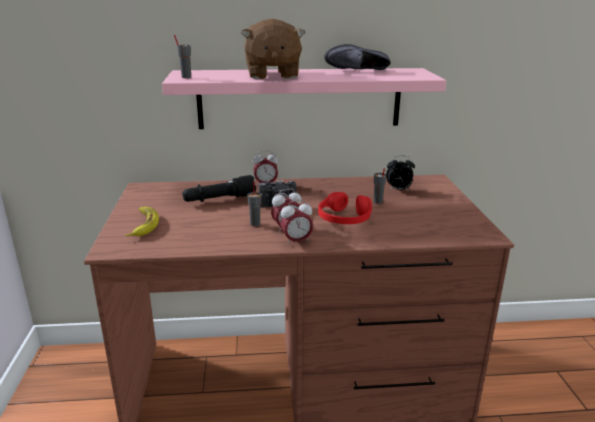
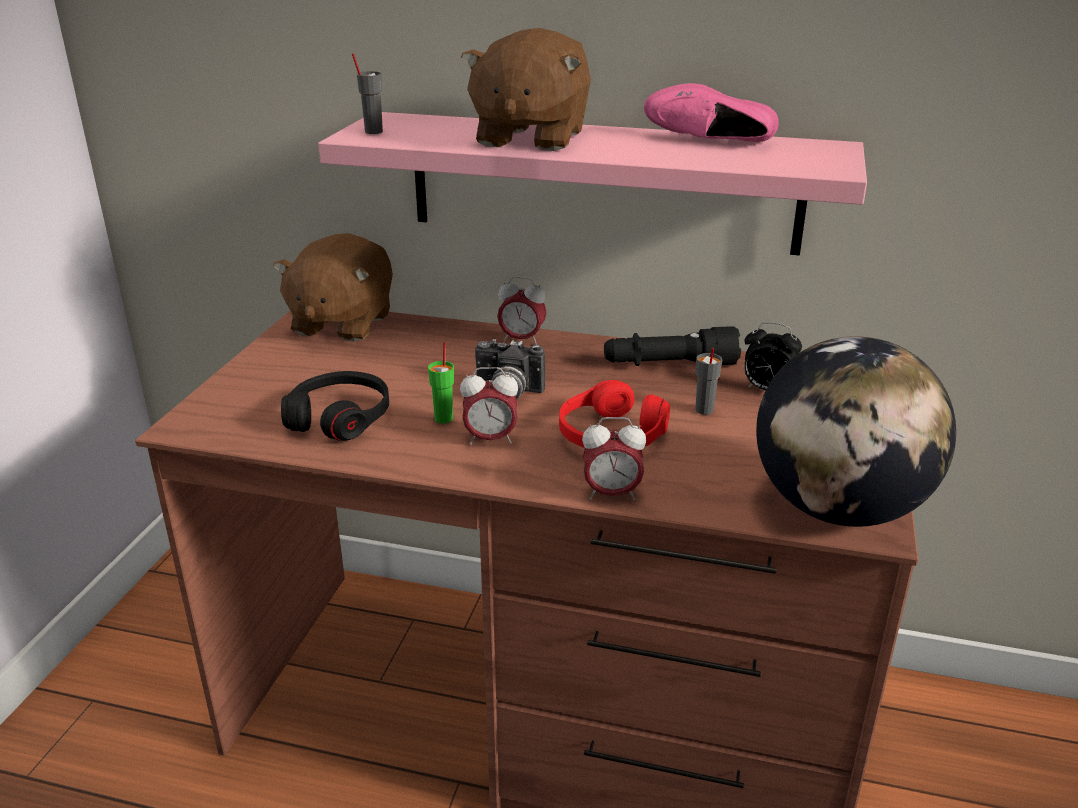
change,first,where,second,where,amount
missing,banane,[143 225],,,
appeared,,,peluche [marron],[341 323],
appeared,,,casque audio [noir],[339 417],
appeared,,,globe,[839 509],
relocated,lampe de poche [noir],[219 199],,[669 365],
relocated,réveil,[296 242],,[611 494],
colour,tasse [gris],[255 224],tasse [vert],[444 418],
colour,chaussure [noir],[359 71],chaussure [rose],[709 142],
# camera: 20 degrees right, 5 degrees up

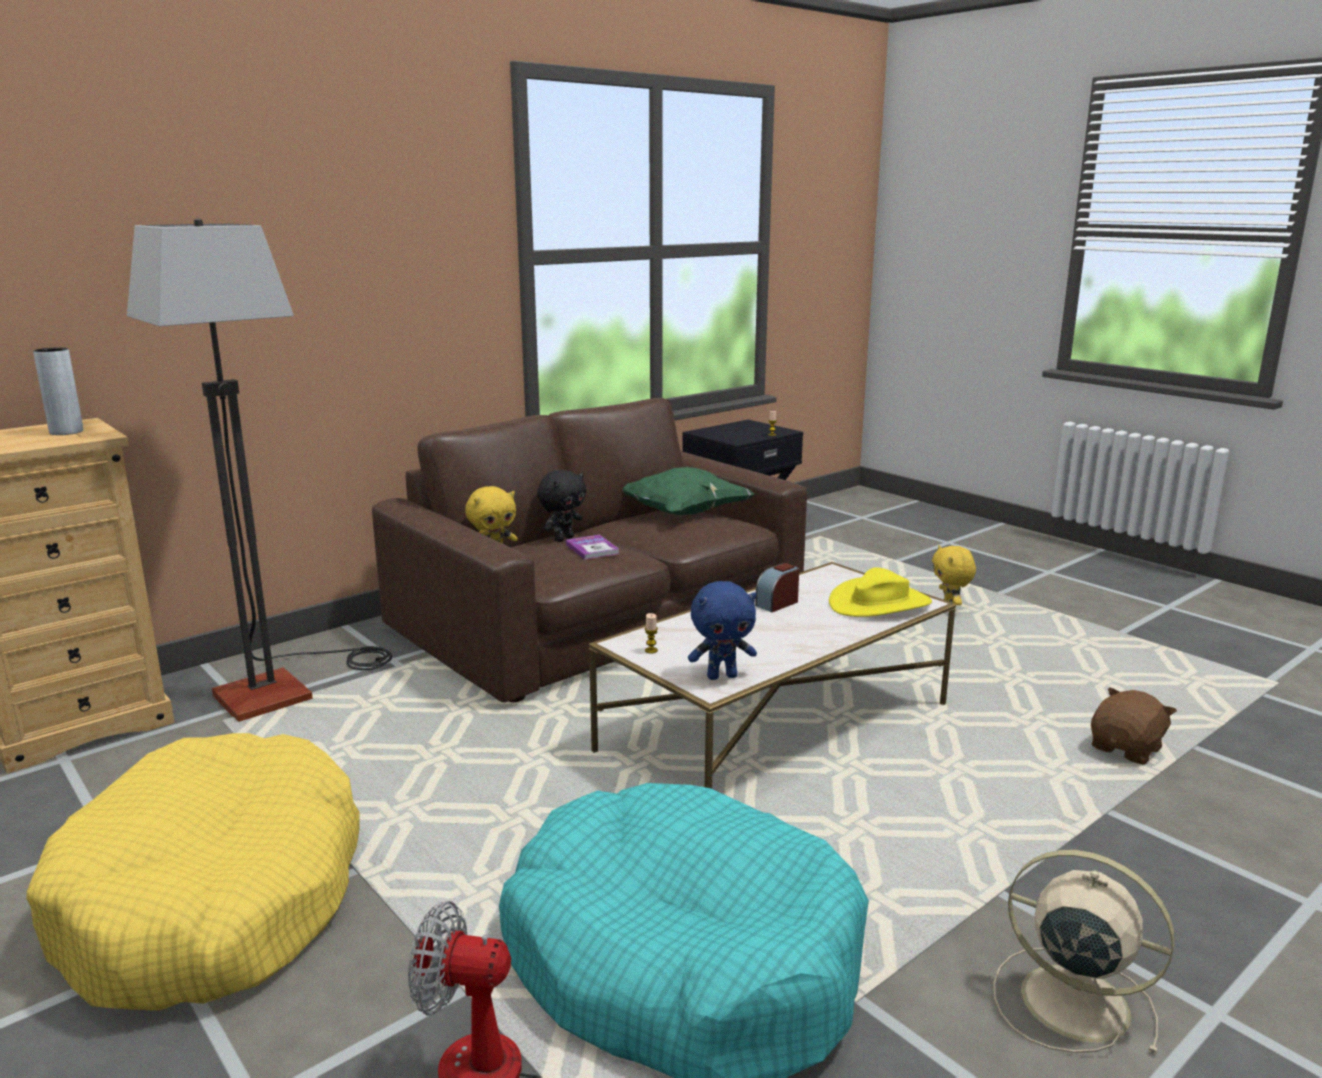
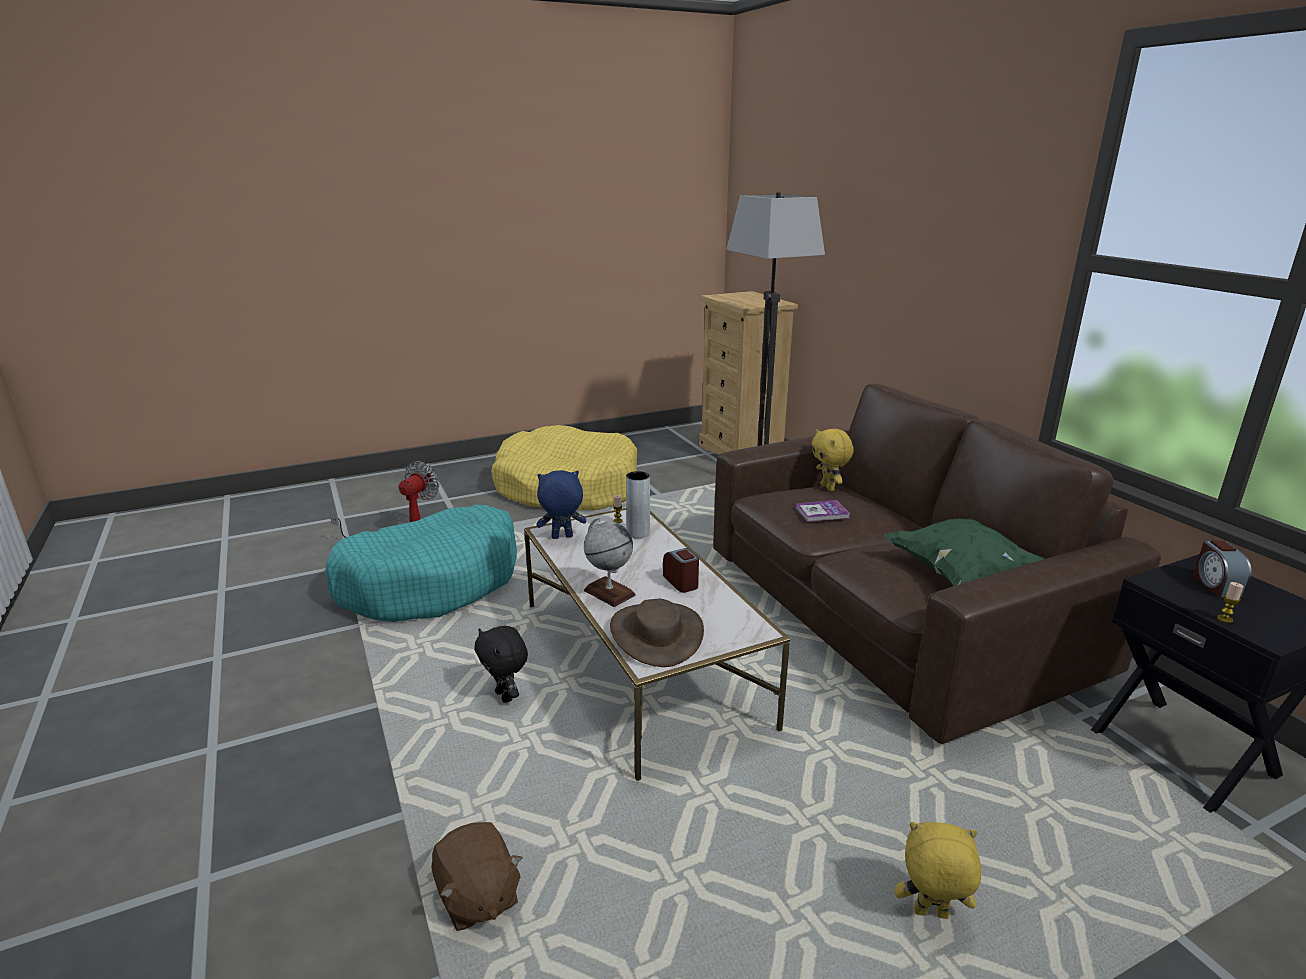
change,first,where,second,where,amount
missing,ventilateur [beige],[1069 1000],,,
appeared,,,globe,[609 592],
appeared,,,réveil,[1216 585],
relocated,vase [gris],[66 432],,[638 533],
relocated,peluche [noir],[563 539],,[505 696],
colour,chapeau [jaune],[879 603],chapeau [marron],[656 634],
spun,peluche [bleu],[722 676],,[562 537],75 degrees clockwise
# camera: 105 degrees right, 5 degrees up

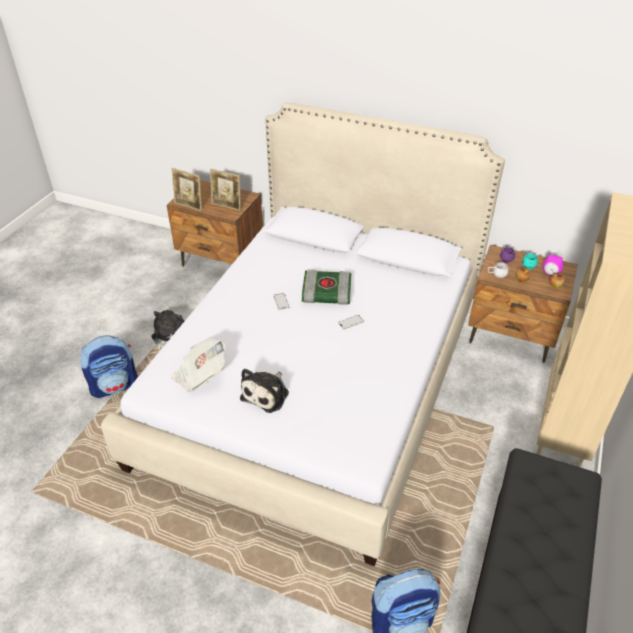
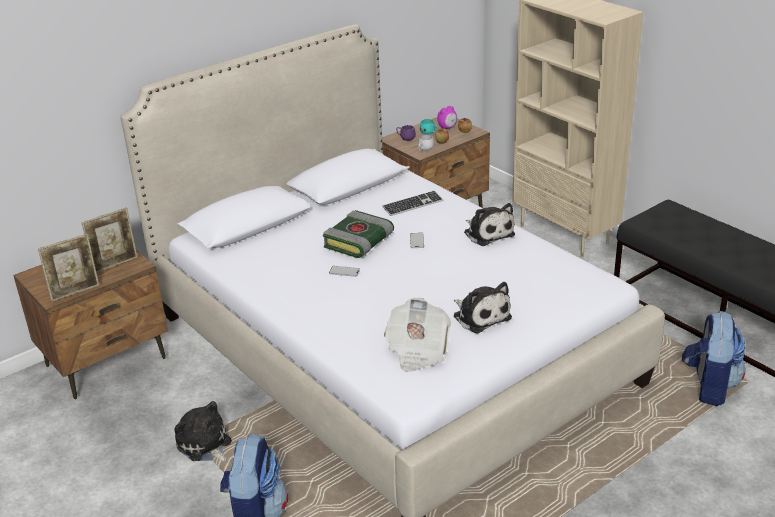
change,first,where,second,where,amount
appeared,,,clavier,[413 205],
appeared,,,peluche,[488 233],
# camera: 60 degrees left, 10 degrees down

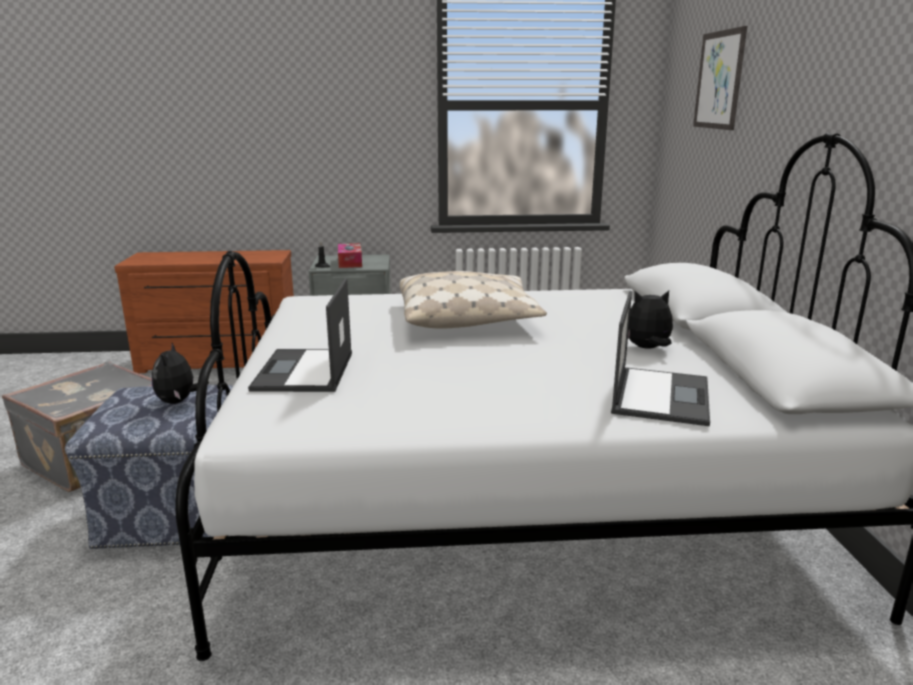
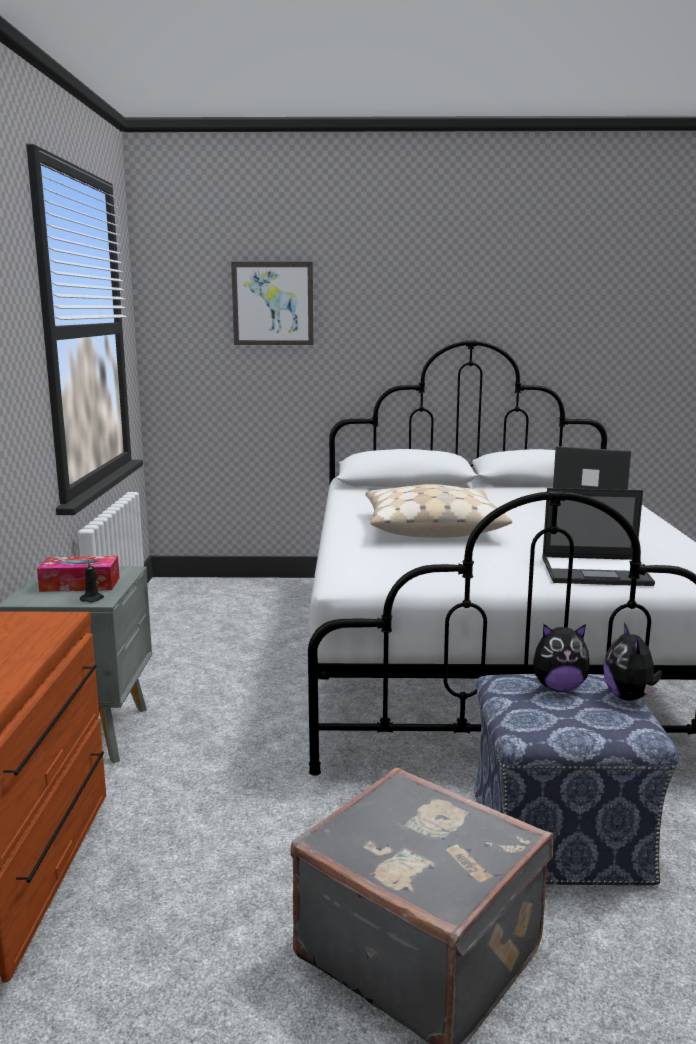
change,first,where,second,where,amount
relocated,peluche,[647 348],,[629 697],
# camera: 85 degrees left, 5 degrees down

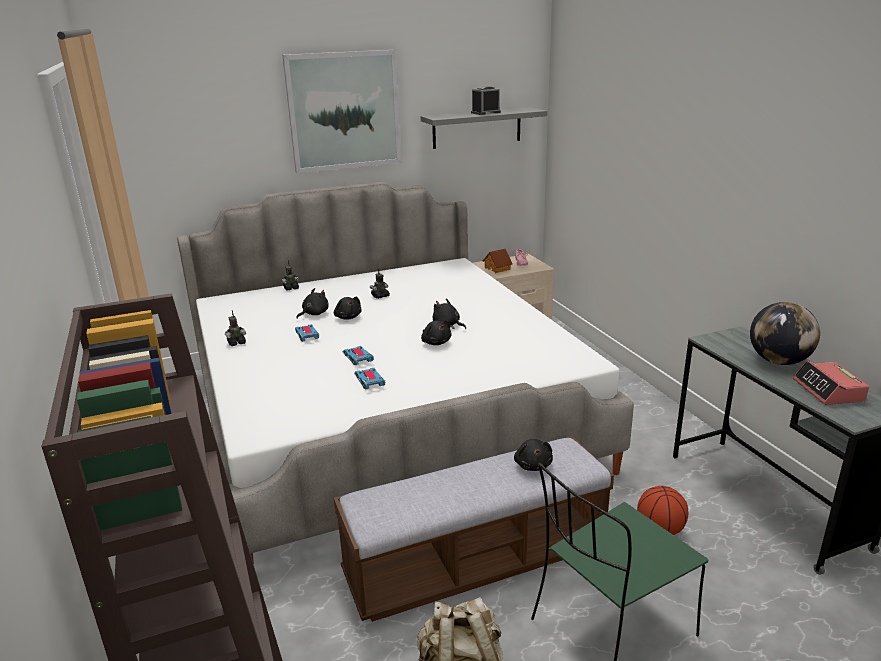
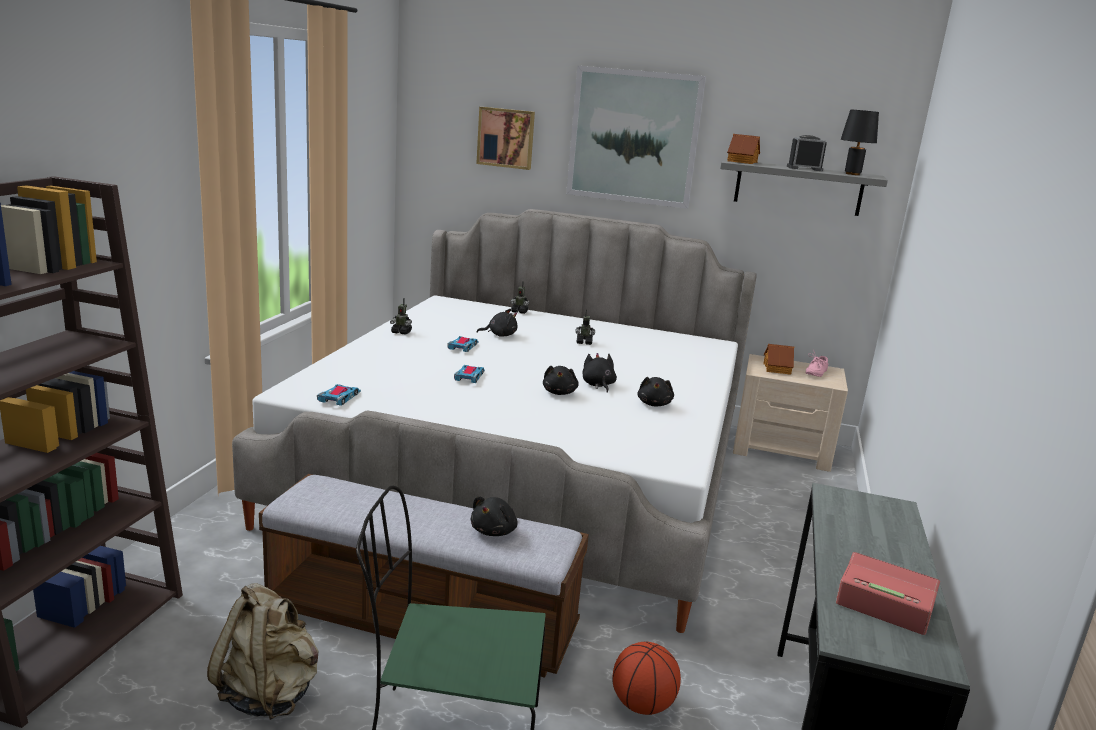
change,first,where,second,where,amount
missing,globe,[779 361],,,
appeared,,,tableau,[506 138],
appeared,,,maison miniature,[742 161],
appeared,,,lampe de table [noir],[852 174],
relocated,peluche [noir],[348 317],,[654 404],
relocated,petite voiture,[369 381],,[339 398],
spun,réveil,[828 391],,[884 603],90 degrees clockwise
# camera: 35 degrees right, 5 degrees down

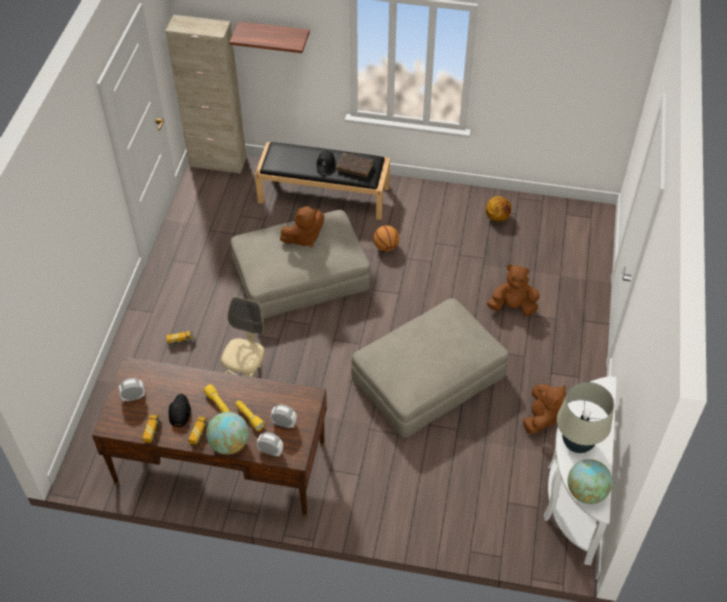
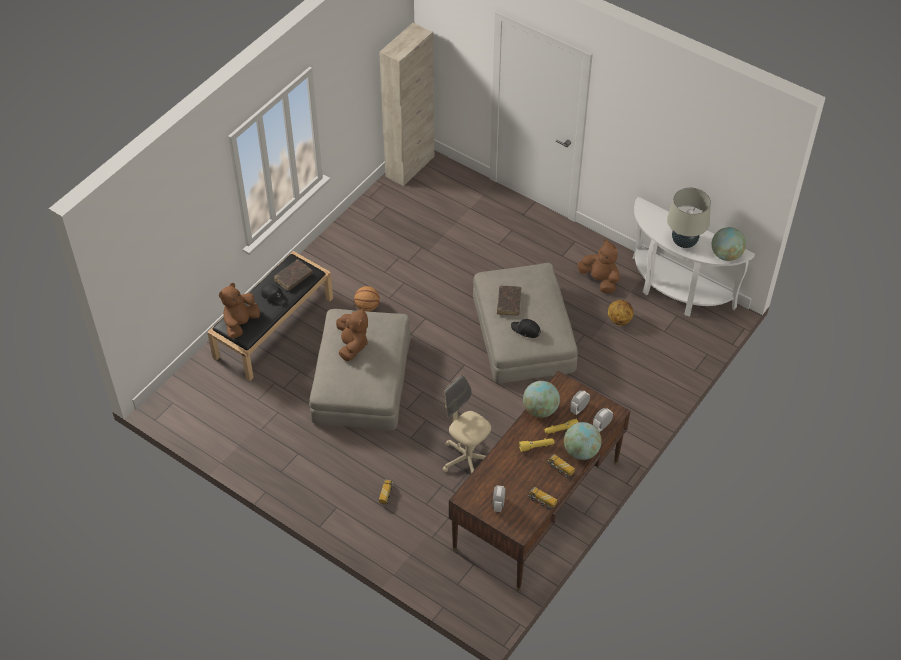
change,first,where,second,where,amount
missing,étagère,[274 36],,,
appeared,,,livre [marron],[508 303],
appeared,,,globe,[540 409],
relocated,meuble de rangement [beige],[218 162],,[410 166],
relocated,casquette [noir],[179 412],,[526 330],
relocated,ballon de basket,[497 217],,[619 320],
relocated,peluche [marron],[512 306],,[240 323],
# camera: 65 degrees left, 0 degrees up

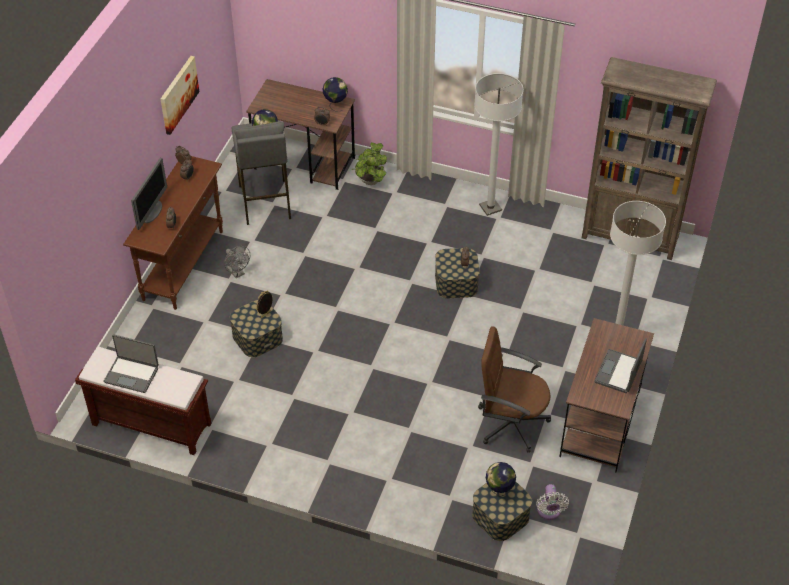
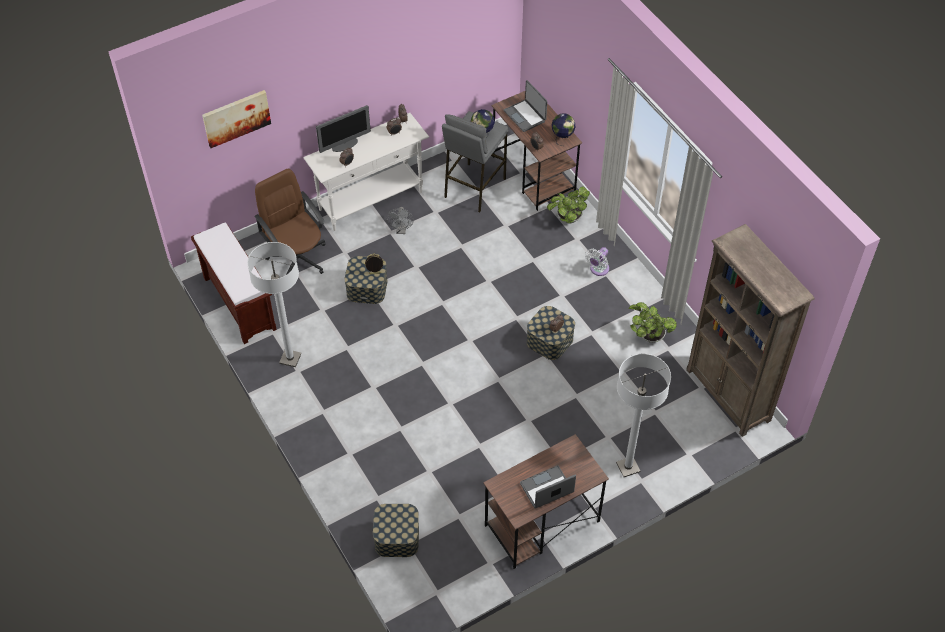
change,first,where,second,where,amount
missing,globe,[499 490],,,
appeared,,,plante en pot,[649 336],
relocated,ordinateur portable,[132 374],,[525 116],
relocated,tableau,[178 94],,[236 118],
relocated,lampadaire [blanc],[490 208],,[290 358],
relocated,chaise de bureau [marron],[510 423],,[297 258],
relocated,ventilateur [blanc],[549 512],,[598 270],
colour,table console [marron],[184 265],table console [blanc],[371 201],
# camera: 40 degrees right, 5 degrees up

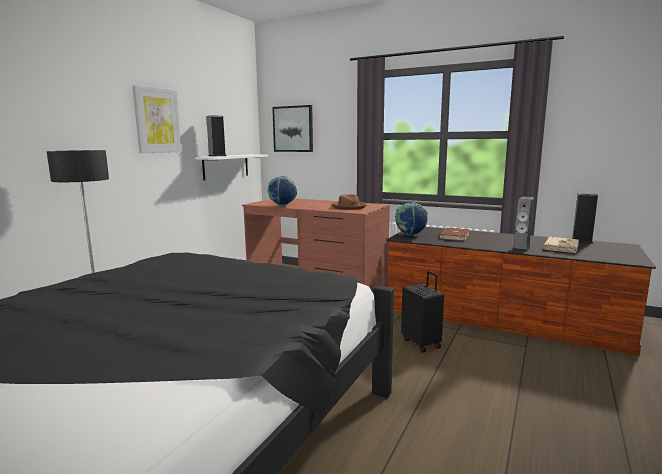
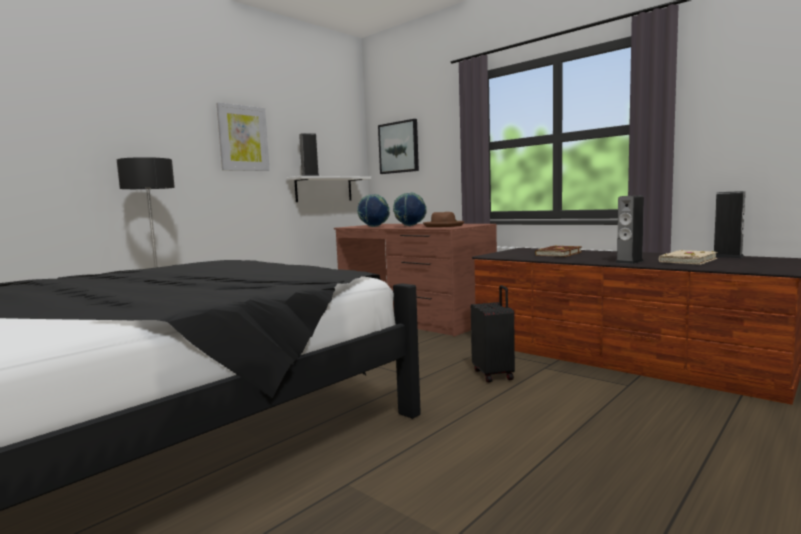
change,first,where,second,where,amount
relocated,globe,[410 235],,[410 226],
# camera: 15 degrees right, 5 degrees down

